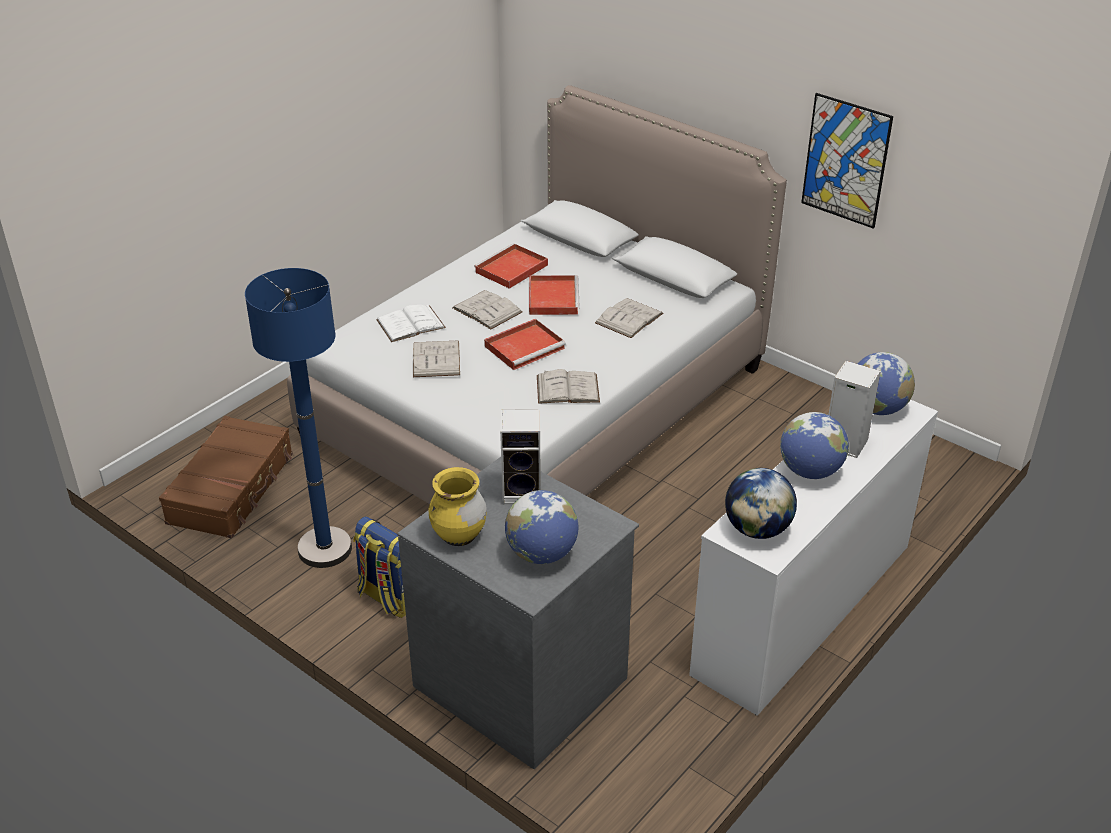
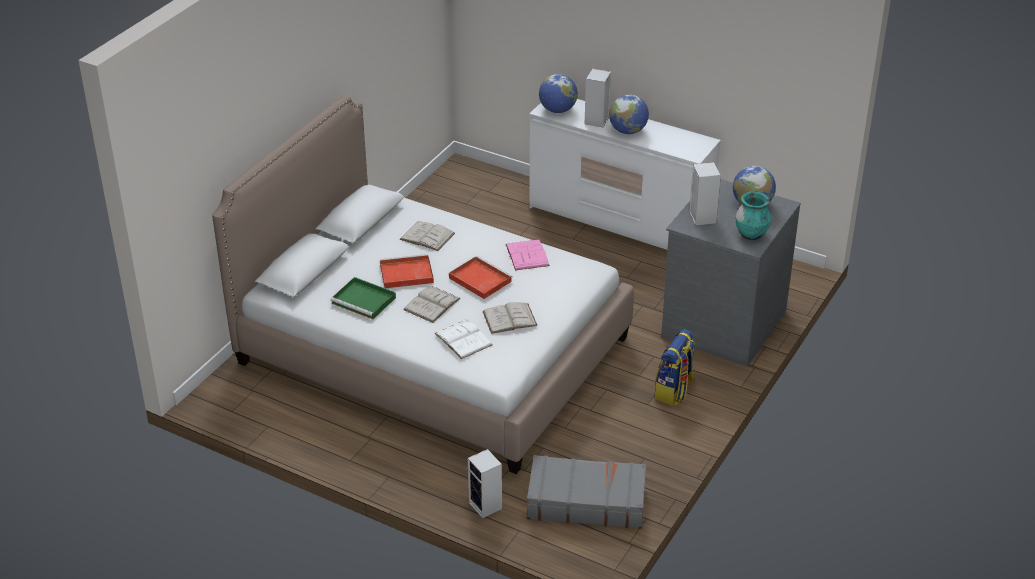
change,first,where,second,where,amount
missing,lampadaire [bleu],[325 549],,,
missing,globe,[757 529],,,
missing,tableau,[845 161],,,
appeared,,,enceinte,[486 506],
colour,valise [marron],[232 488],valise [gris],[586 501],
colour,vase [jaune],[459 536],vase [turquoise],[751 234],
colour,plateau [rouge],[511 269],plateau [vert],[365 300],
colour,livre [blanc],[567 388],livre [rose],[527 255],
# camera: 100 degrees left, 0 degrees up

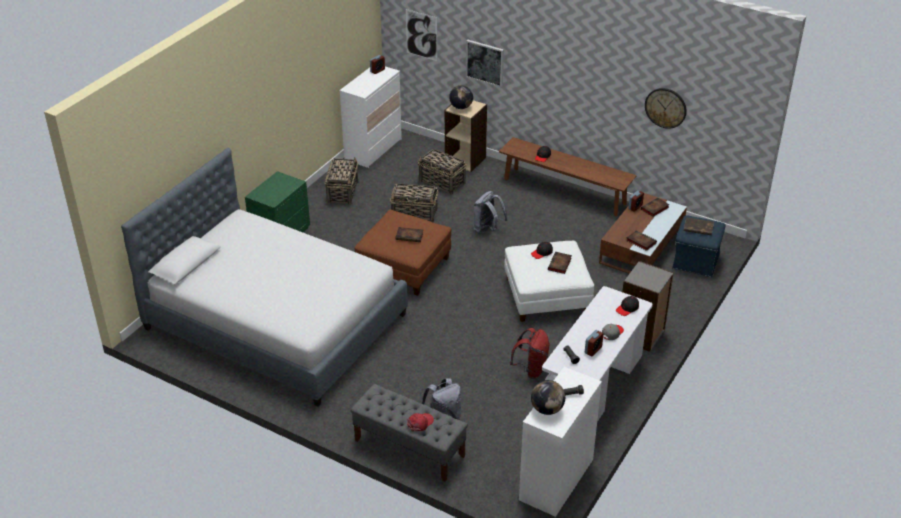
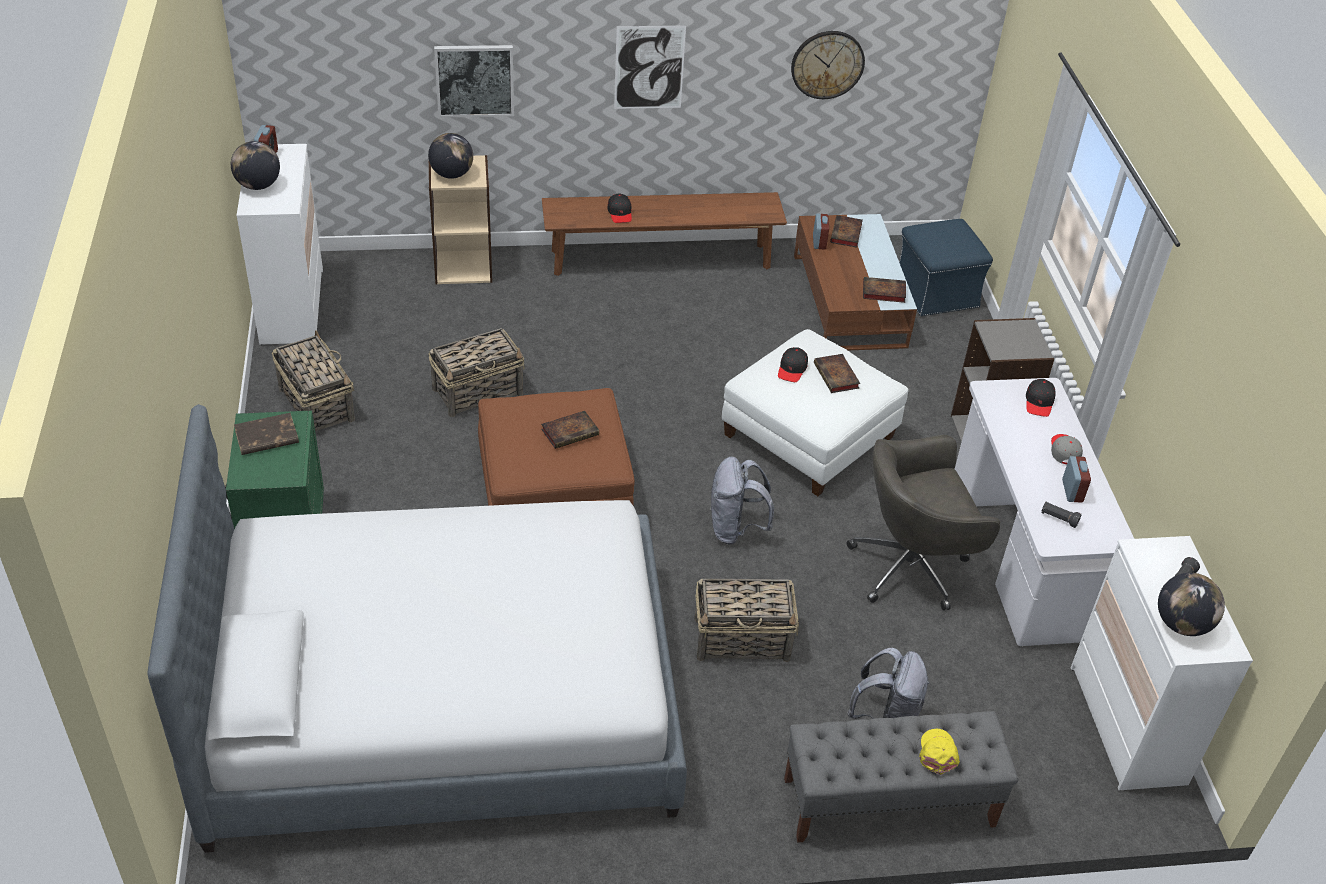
change,first,where,second,where,amount
appeared,,,globe,[258 186],
relocated,tableau,[421 35],,[649 67],
relocated,panier,[442 182],,[743 639],
relocated,sac à dos [gris],[487 229],,[735 529],
relocated,livre [marron],[698 228],,[266 437],
exchanged,sac à dos [rouge],[531 369],chaise de bureau [gris],[912 567],
colour,casquette [rouge],[420 423],casquette [jaune],[938 753],
# camera: 40 degrees left, 5 degrees up

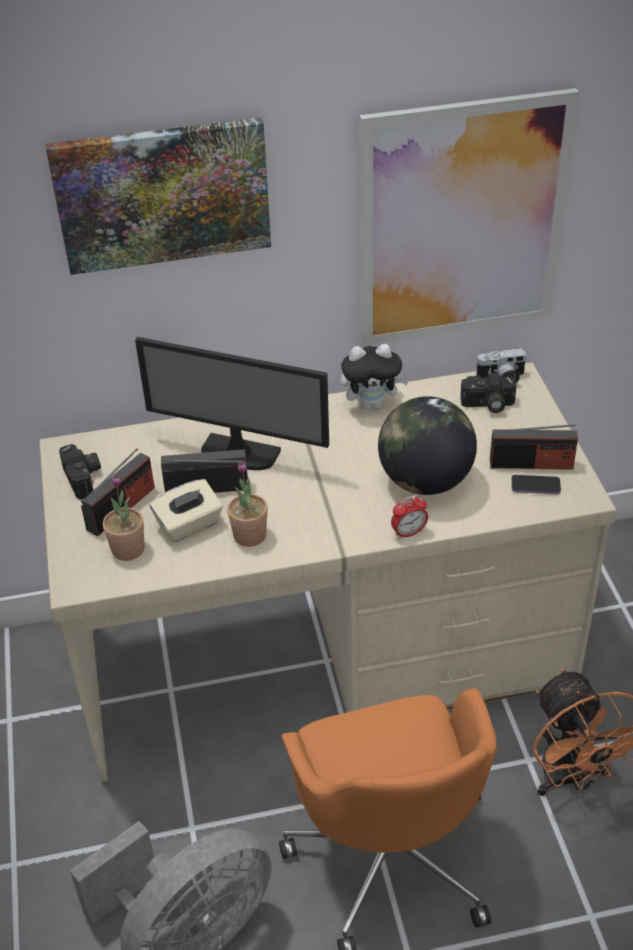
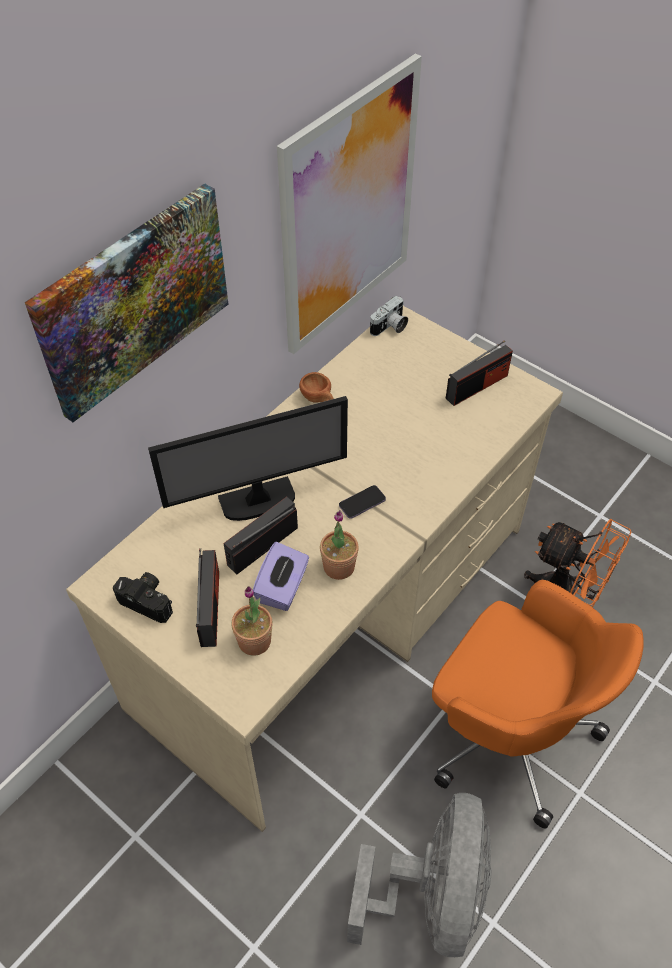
change,first,where,second,where,amount
missing,globe,[425 481],,,
missing,réveil,[409 533],,,
missing,appareil photo,[487 405],,,
relocated,téléphone,[535 486],,[362 503],
exchanged,peluche,[372 404],tasse [marron],[318 399],
colour,boîte à mouchoirs [beige],[189 525],boîte à mouchoirs [violet],[282 588],
# camera: 40 degrees left, 10 degrees up

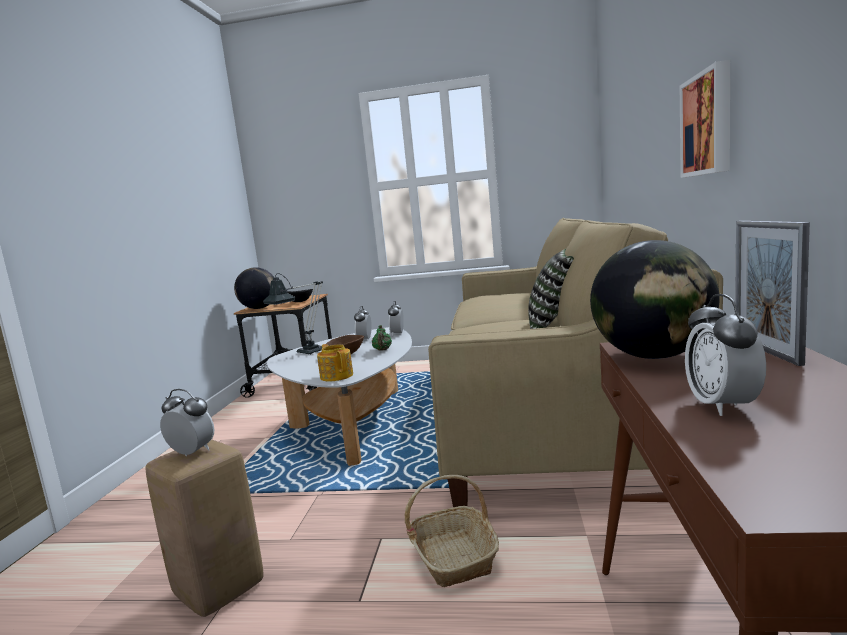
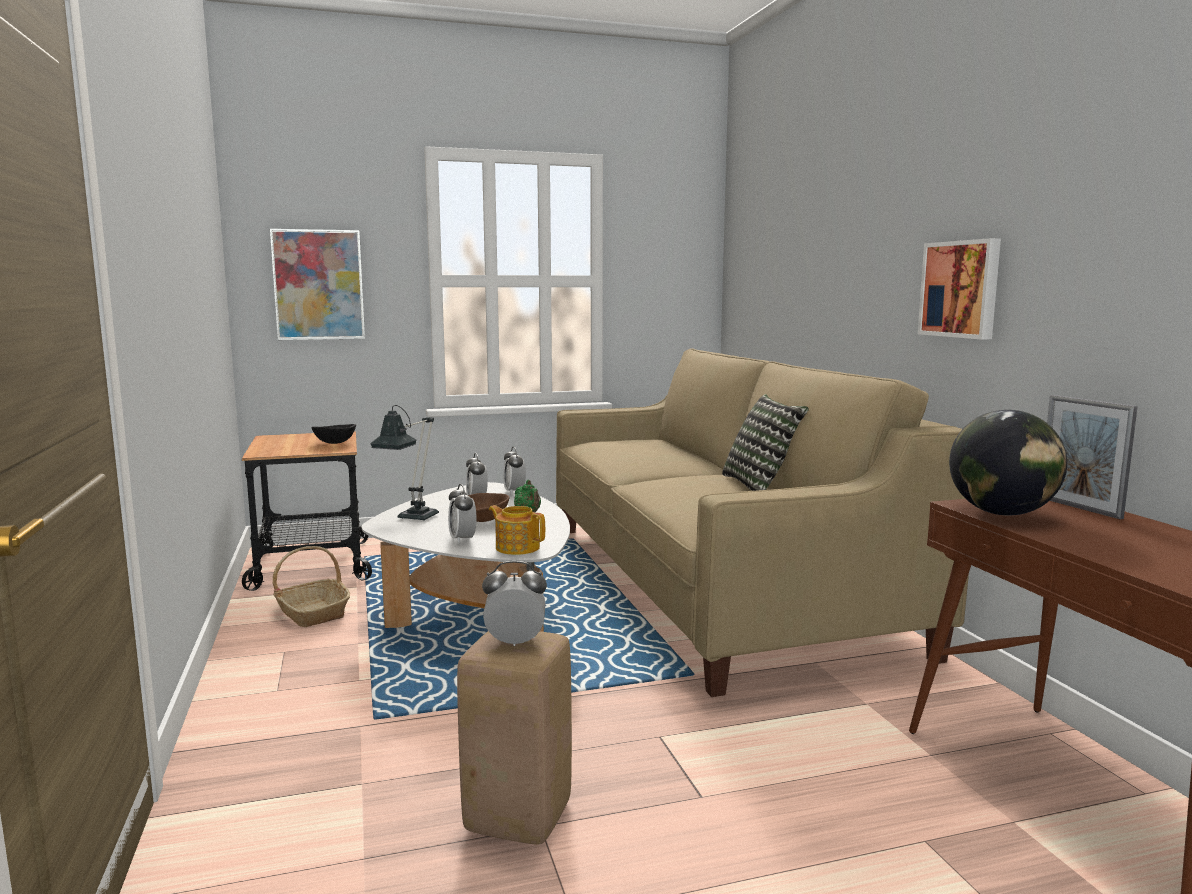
change,first,where,second,where,amount
missing,globe,[259 308],,,
appeared,,,tableau,[318 285],
relocated,panier,[453 556],,[312 613],
relocated,réveil,[722 406],,[462 539],
# camera: 25 degrees left, 0 degrees up

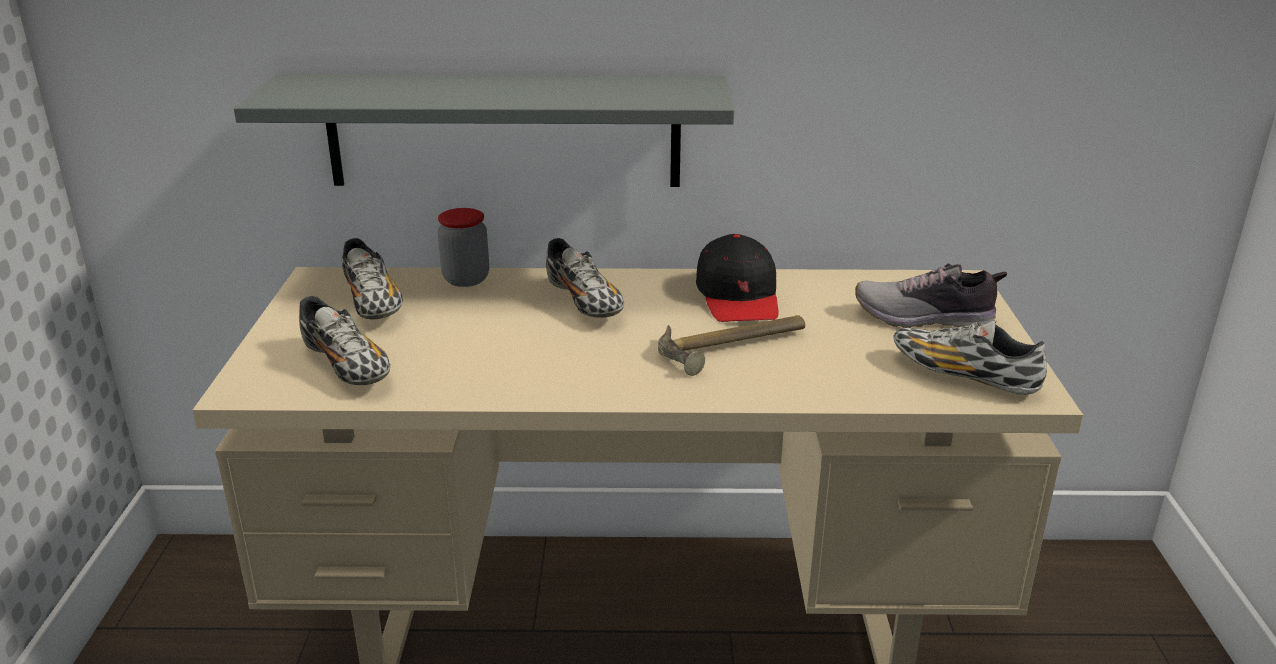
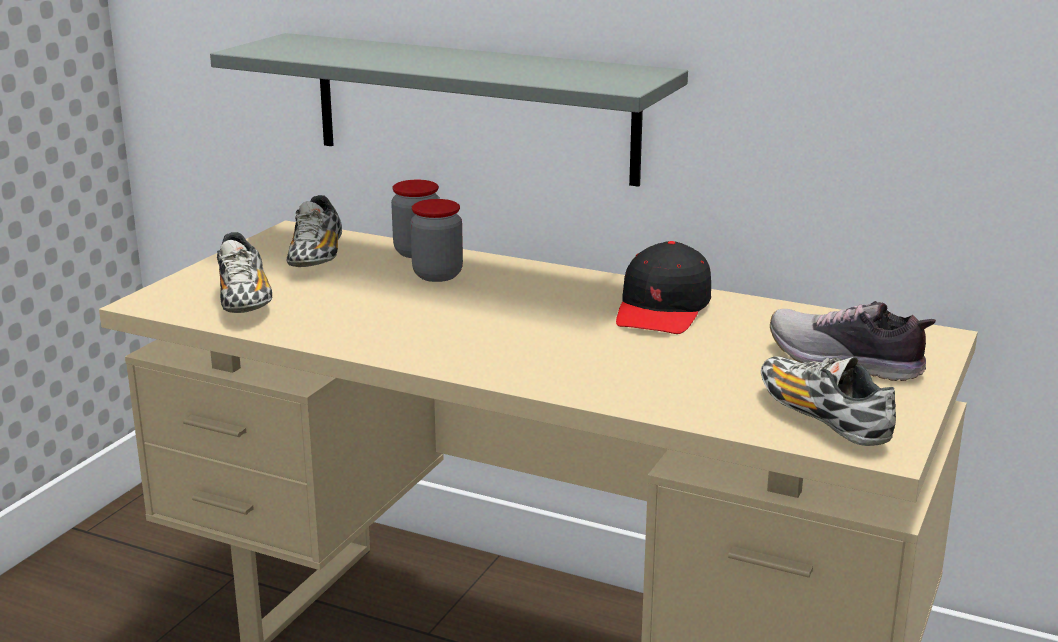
change,first,where,second,where,amount
missing,chaussure,[585 303],,,
missing,marteau,[735 348],,,
appeared,,,bocal,[437 275],
# camera: 25 degrees right, 5 degrees down

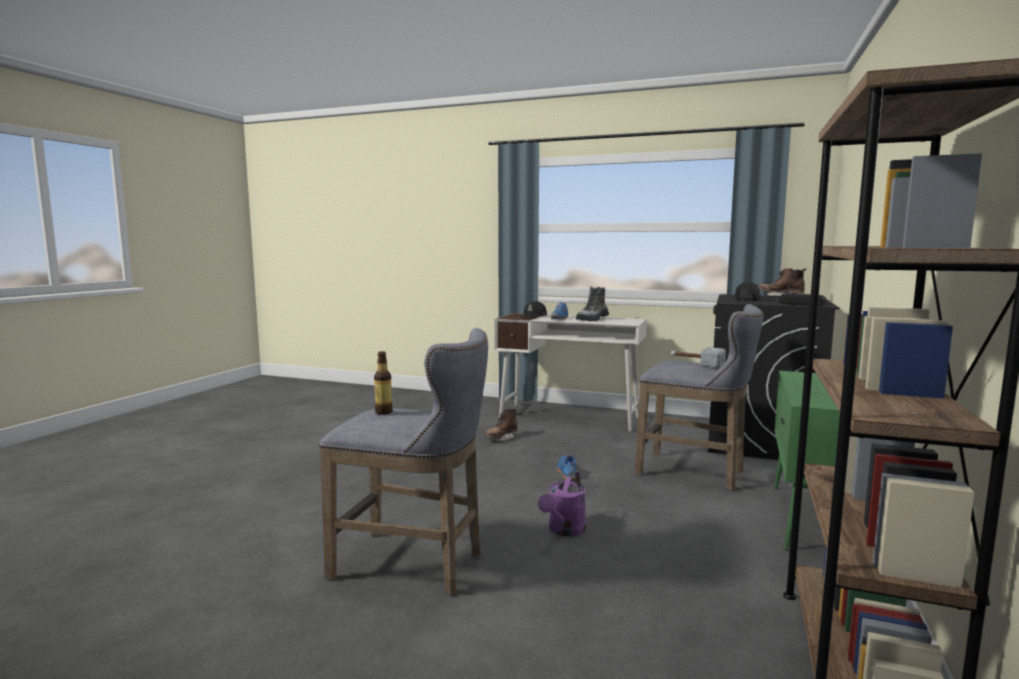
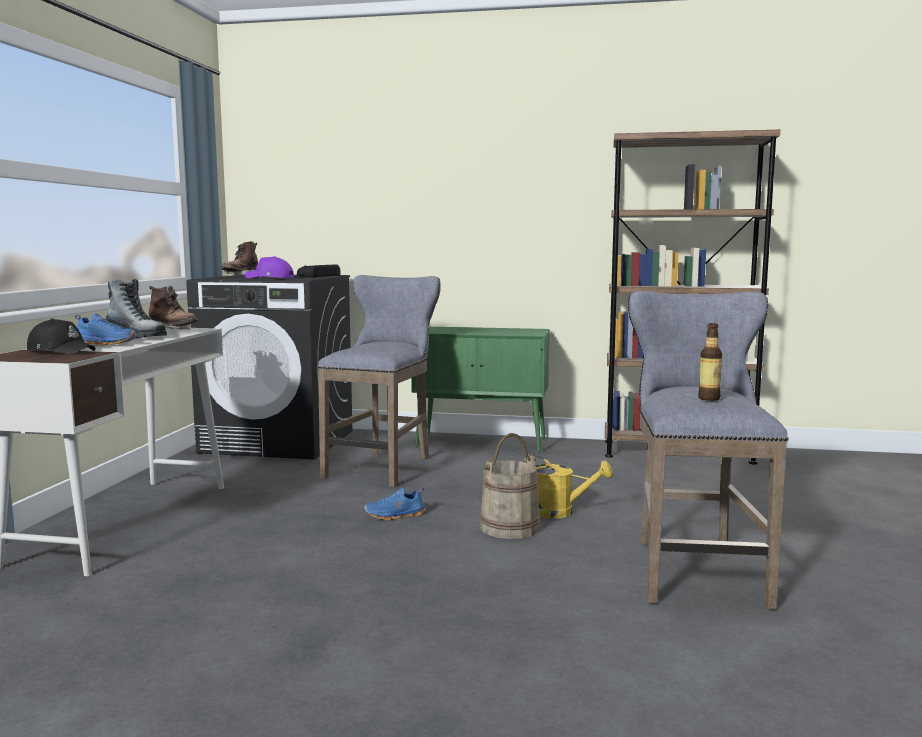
change,first,where,second,where,amount
missing,marteau,[696 363],,,
appeared,,,seau [beige],[509 527],
relocated,botte [marron],[501 438],,[173 331],
colour,arrosoir [violet],[564 530],arrosoir [jaune],[560 512],
colour,casquette [noir],[746 299],casquette [violet],[270 278],
# camera: 100 degrees left, 0 degrees up

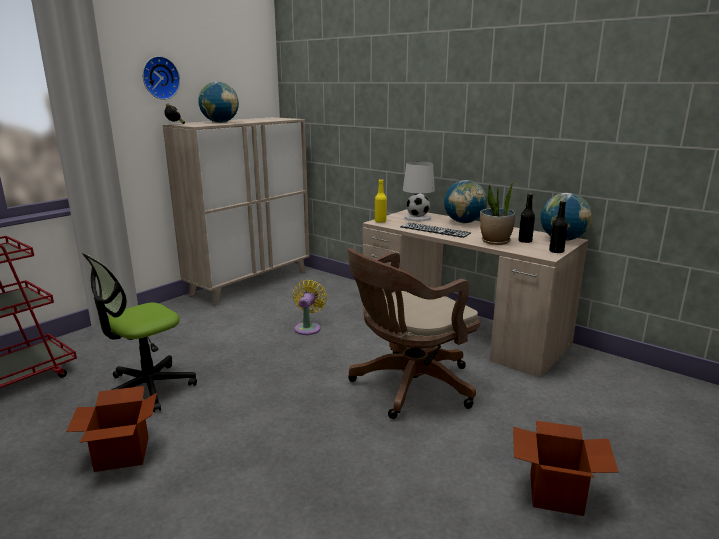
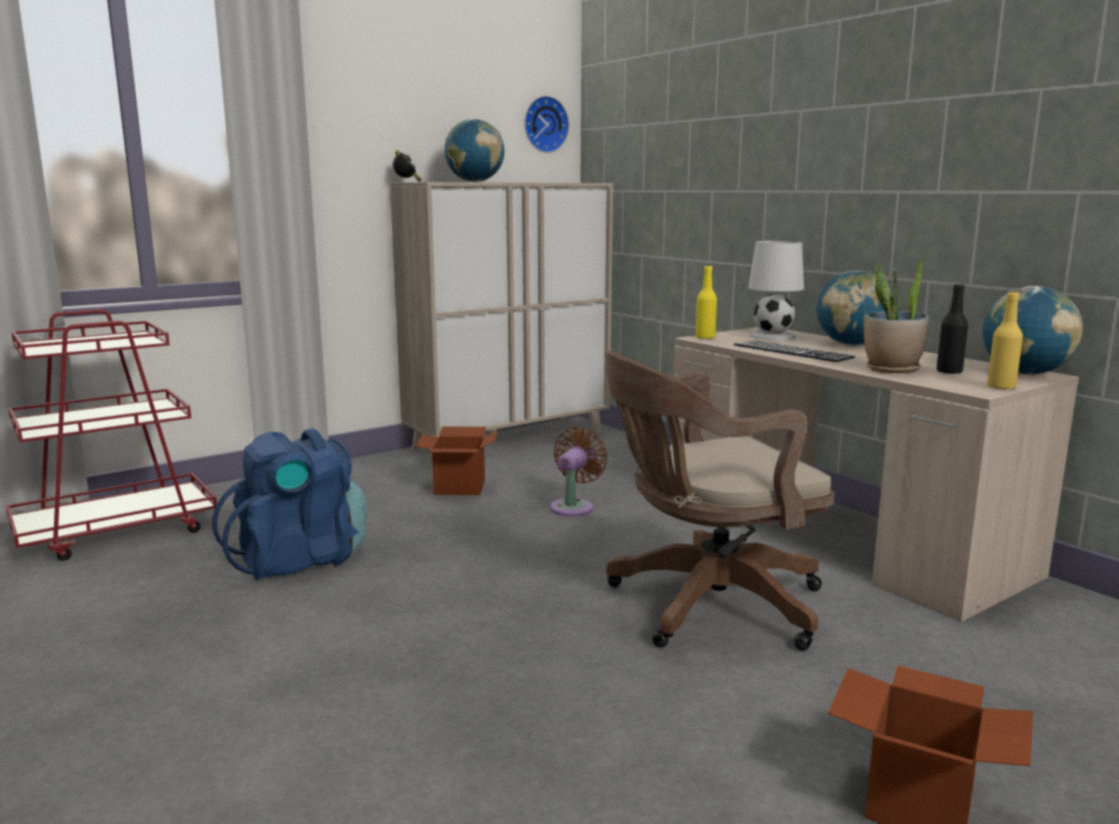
change,first,where,second,where,amount
relocated,carton,[122 454],,[460 487],
relocated,horloge murale,[159 78],,[544 124],
exchanged,chaise de bureau,[147 388],sac à dos [bleu],[300 559],
colour,ventilateur [jaune],[308 327],ventilateur [marron],[574 507],
colour,bouteille [noir],[556 251],bouteille [jaune],[1001 387],
# camera: 15 degrees right, 5 degrees down

